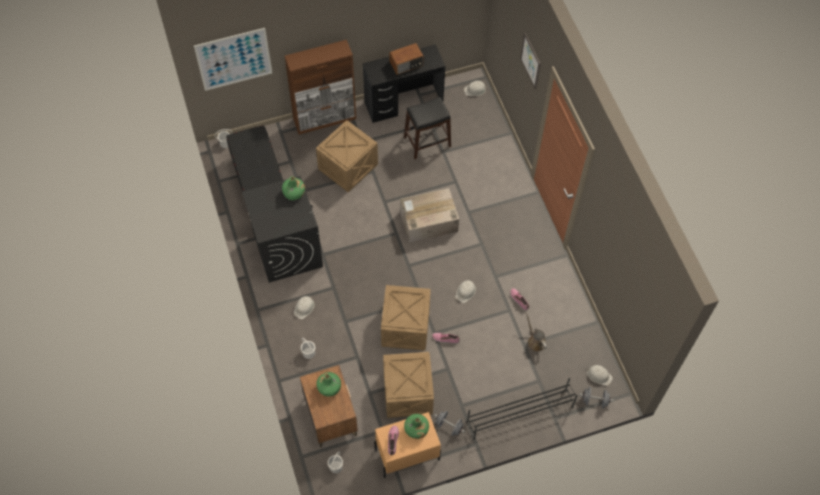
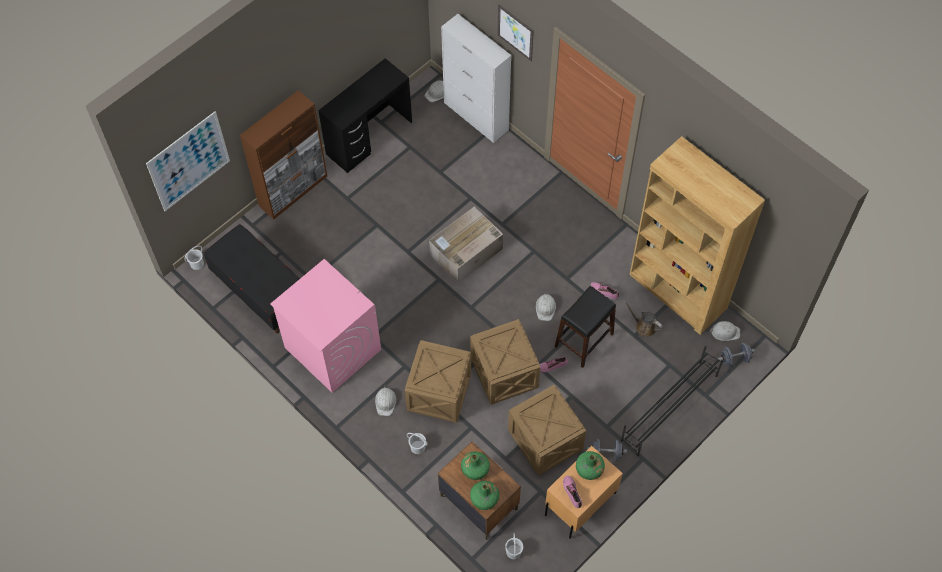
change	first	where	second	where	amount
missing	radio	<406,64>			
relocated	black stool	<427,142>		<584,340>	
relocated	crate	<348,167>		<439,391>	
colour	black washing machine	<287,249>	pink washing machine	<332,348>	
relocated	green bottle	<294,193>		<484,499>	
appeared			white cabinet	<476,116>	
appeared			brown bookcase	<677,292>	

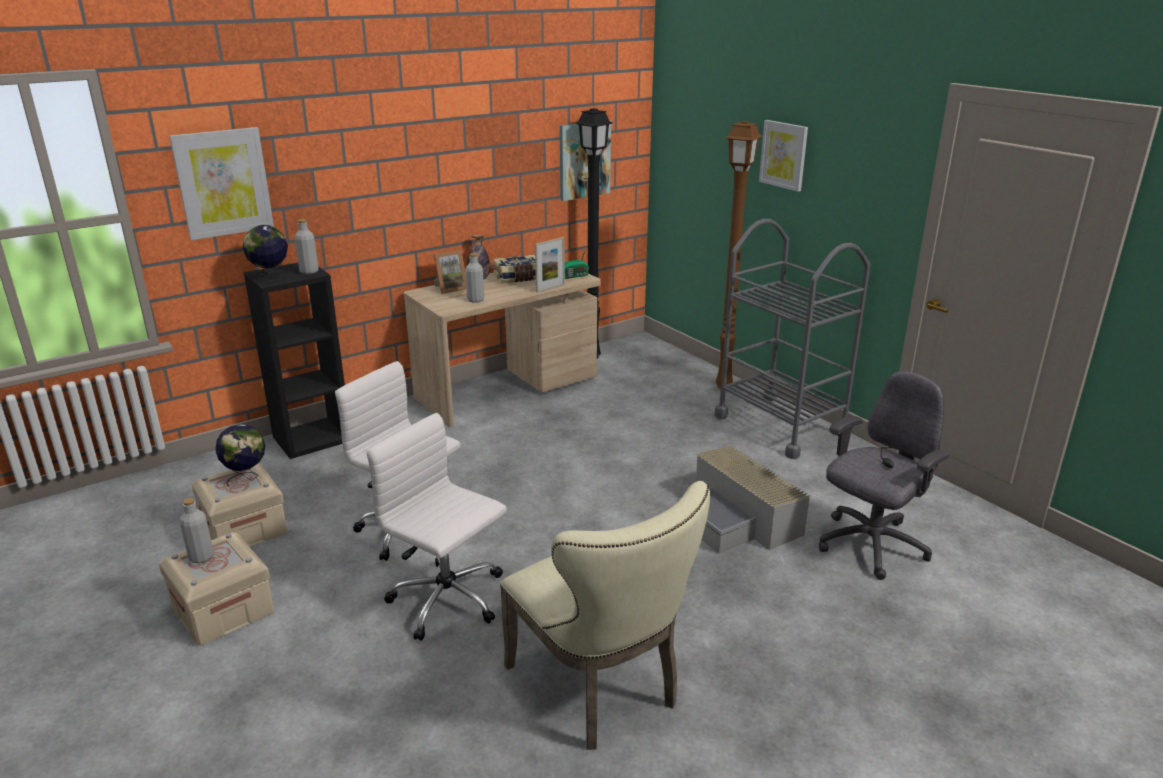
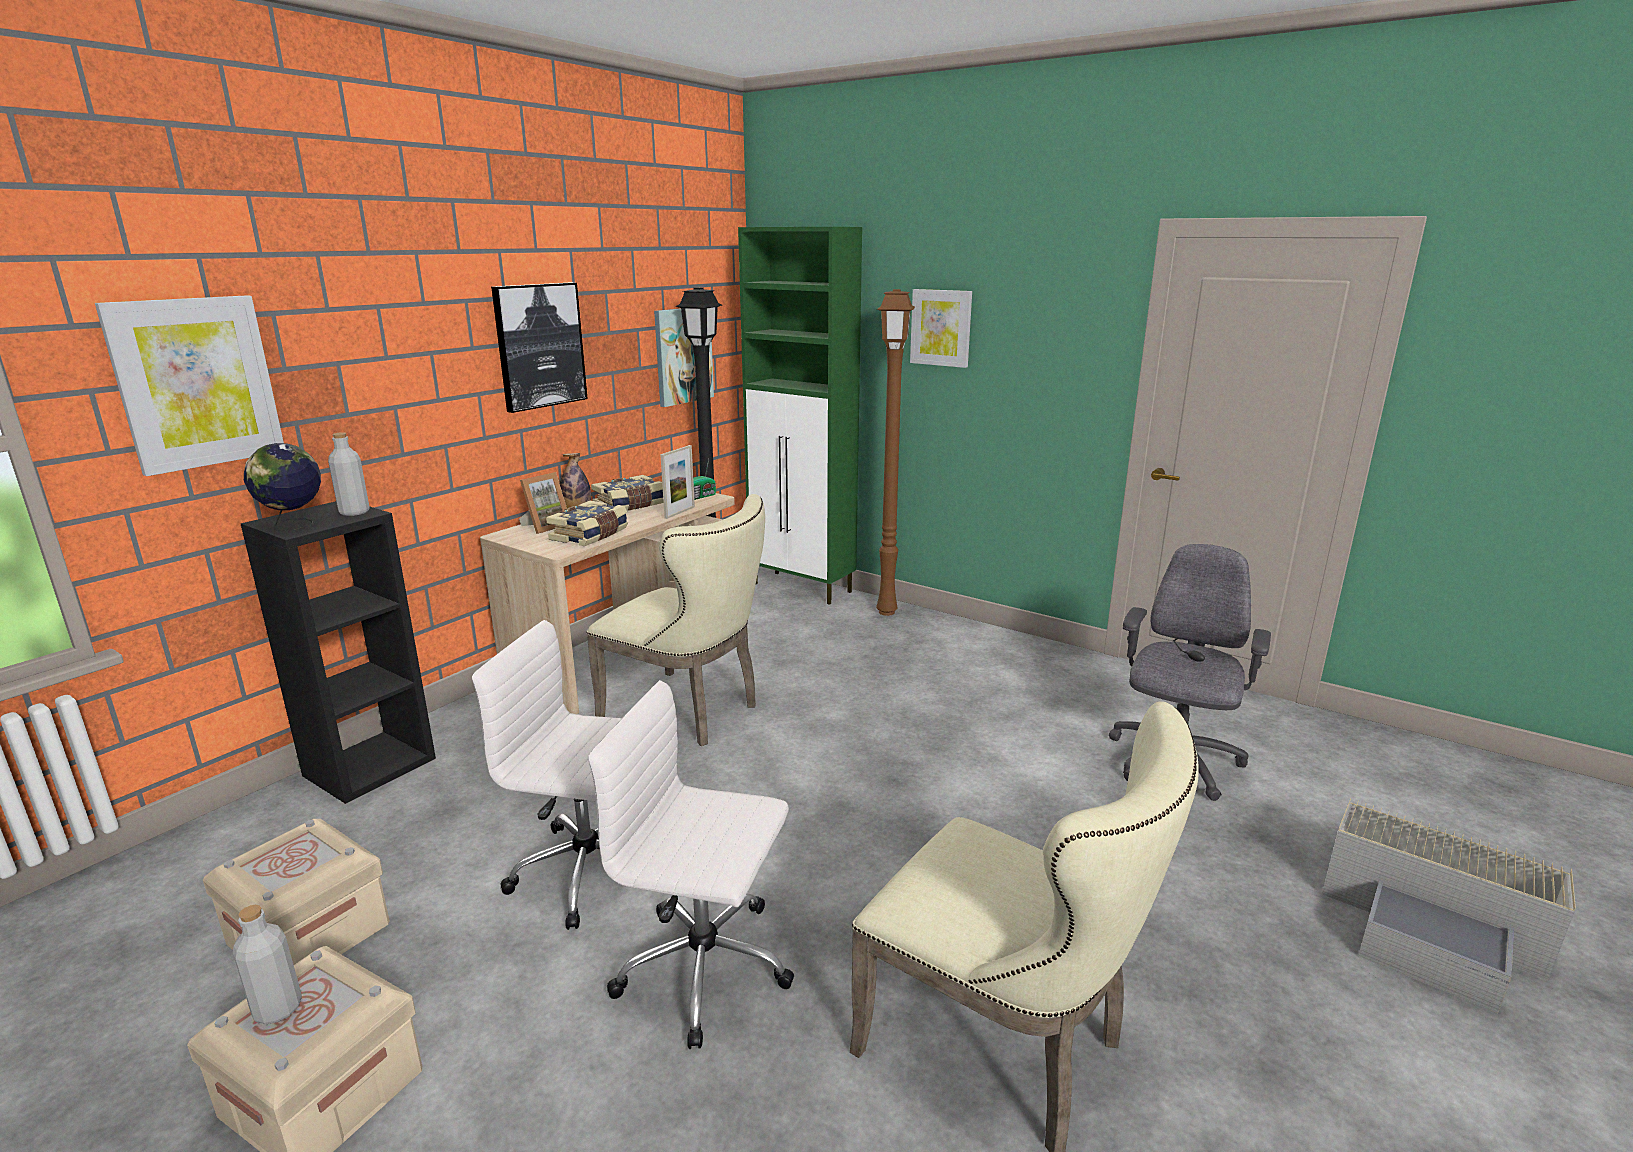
change	first	where	second	where	amount
missing	grey cart	<780,425>			
exchanged	grey bottle	<475,300>	book	<590,535>	
missing	globe	<246,478>			
relocated	grey storage box	<738,520>		<1434,928>	
appeared			green cabinet	<803,588>	
appeared			picture	<539,346>	
appeared			beige chair	<689,711>	

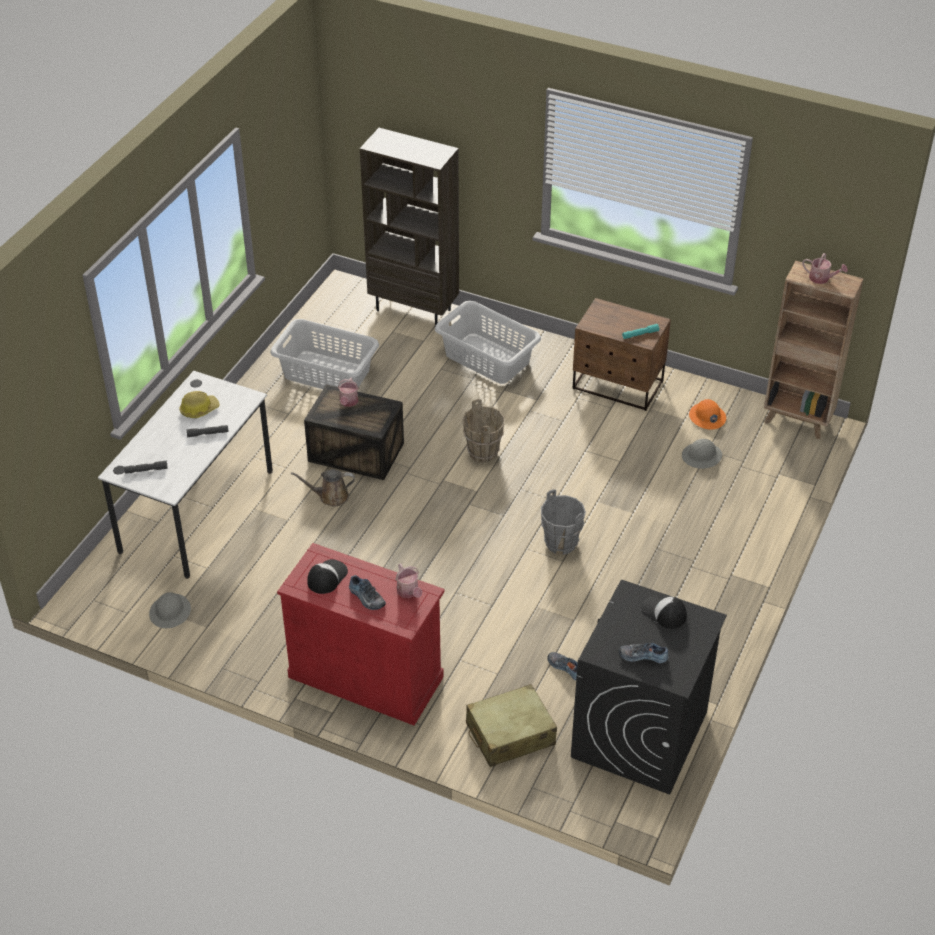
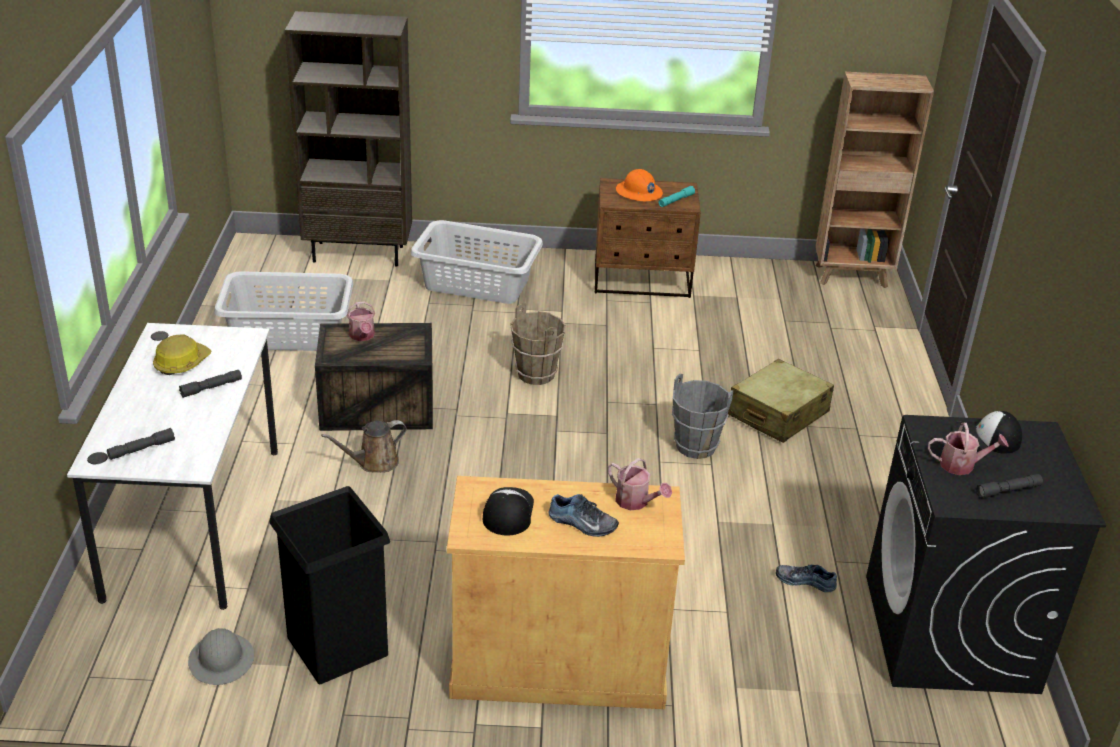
change	first	where	second	where	amount
relocated	watering can	<822,279>		<962,465>	
relocated	orange hard hat	<707,417>		<639,192>	
missing	grey hard hat	<702,456>			
colour	red cabinet	<366,676>	beige cabinet	<558,665>	
exchanged	shoe	<643,655>	grey flashlight	<1008,491>	
relocated	beige suitcase	<510,734>		<777,414>	
appeared			black trash can	<337,645>	

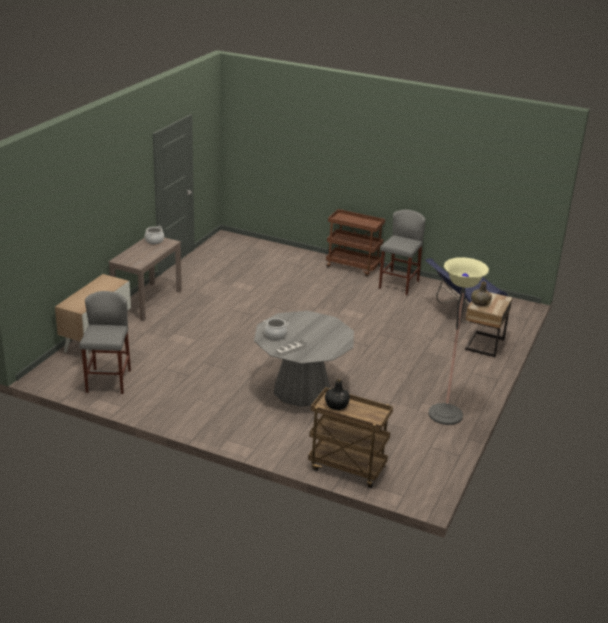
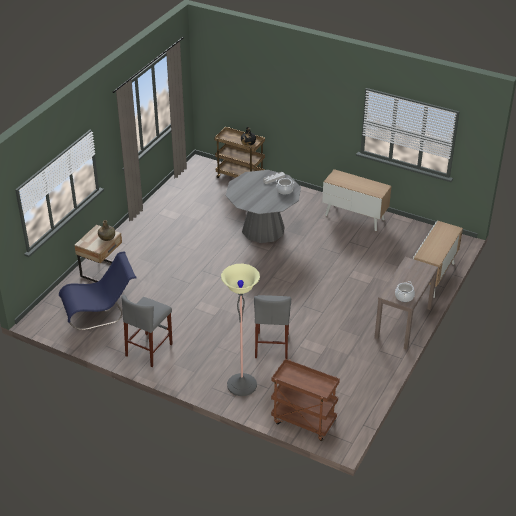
change	first	where	second	where	amount
relocated	brown cart	<353,267>		<303,422>	
relocated	floor lamp	<445,414>		<242,385>	
relocated	grey stool	<108,381>		<272,345>	
appeared			cabinet	<355,217>	

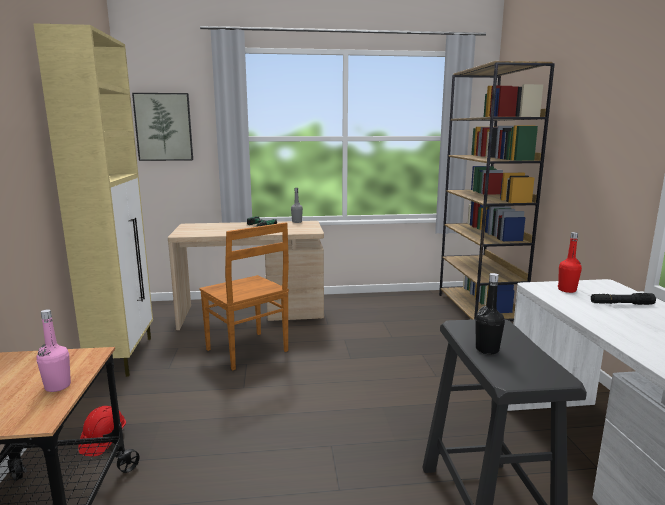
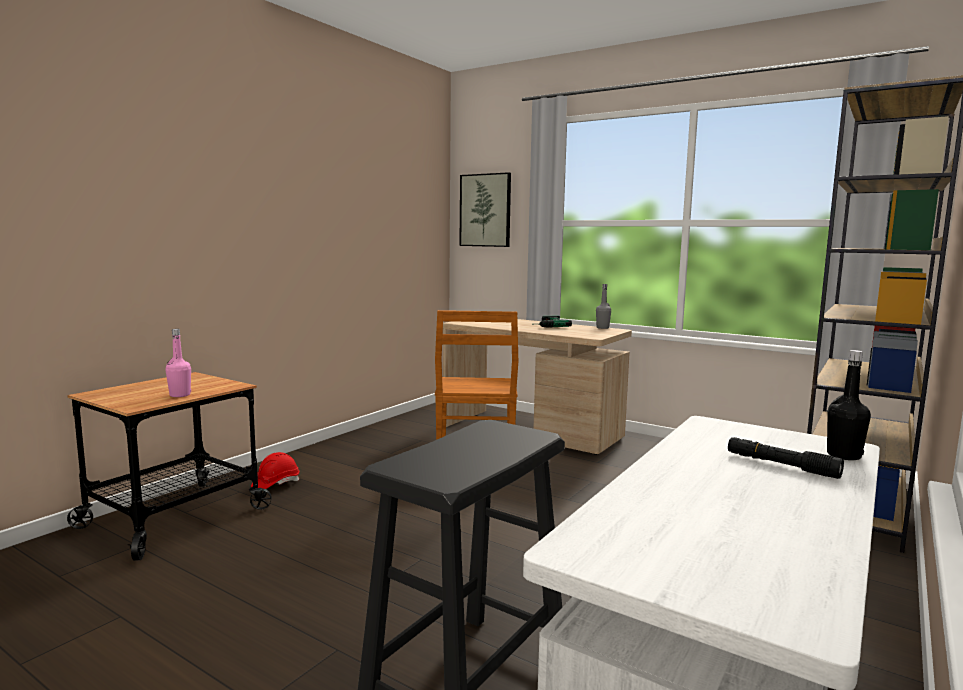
change	first	where	second	where	amount
missing	beige cabinet	<123,356>			
missing	red bottle	<567,290>			
relocated	black bottle	<487,350>		<843,455>	

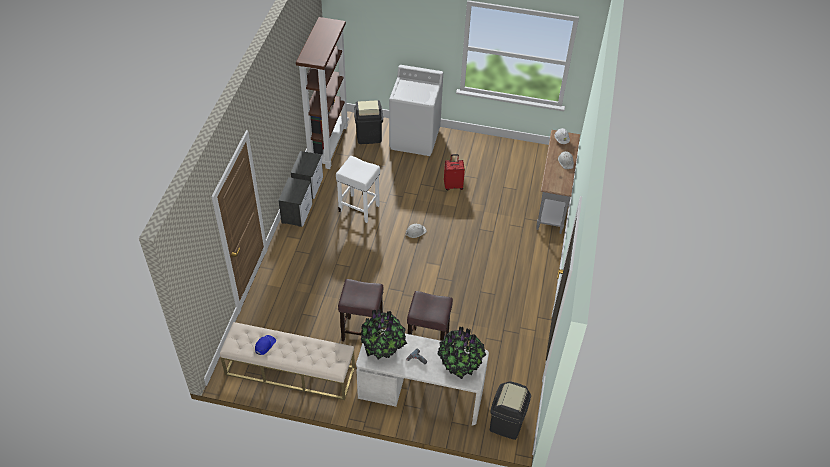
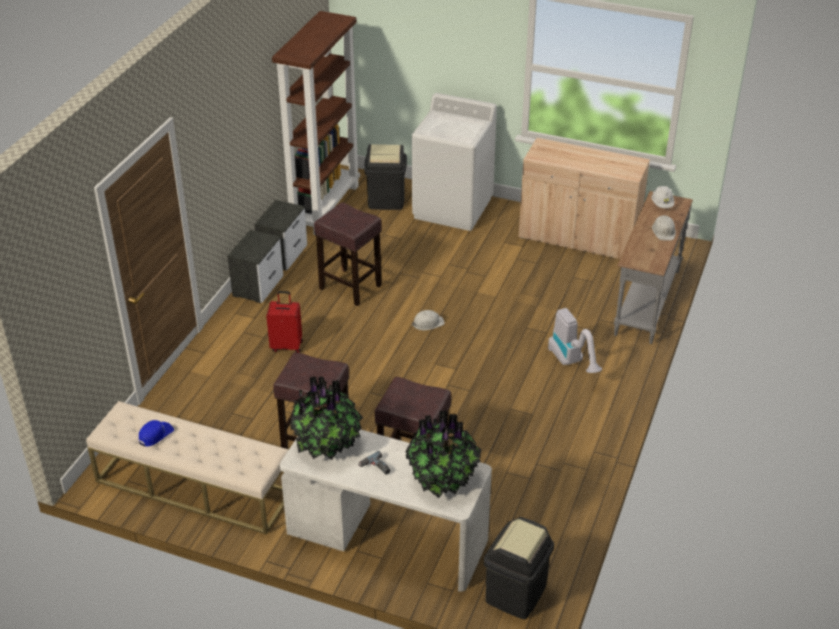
change	first	where	second	where	amount
relocated	red suitcase	<453,185>		<287,346>	
colour	white stool	<359,208>	brown stool	<351,287>	
appeared			beige cabinet	<578,238>	
appeared			vacuum cleaner	<572,362>	

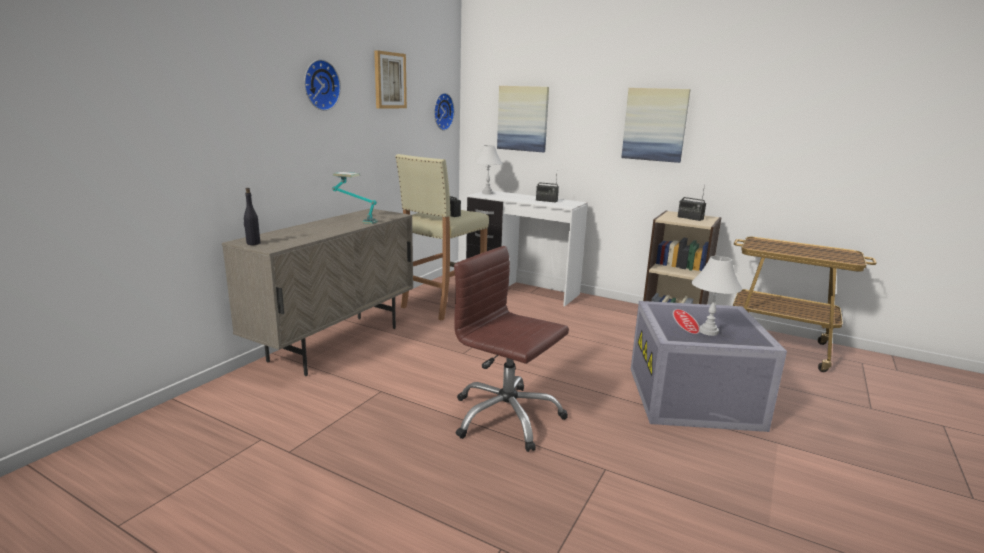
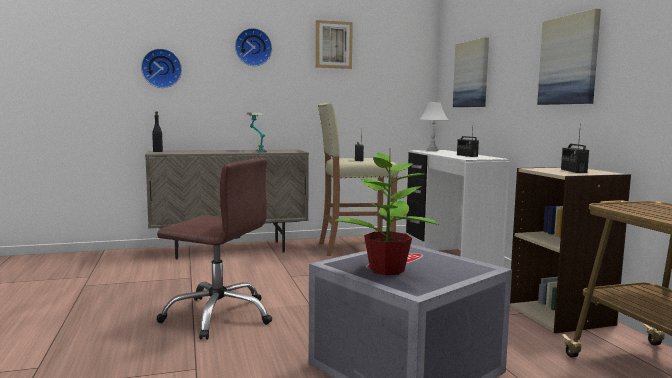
change	first	where	second	where	amount
relocated	wall clock	<441,111>		<161,68>	
spun	brown office chair	<506,417>		<219,315>	120 degrees clockwise
exchanged	white table lamp	<709,332>	potted plant	<386,270>	

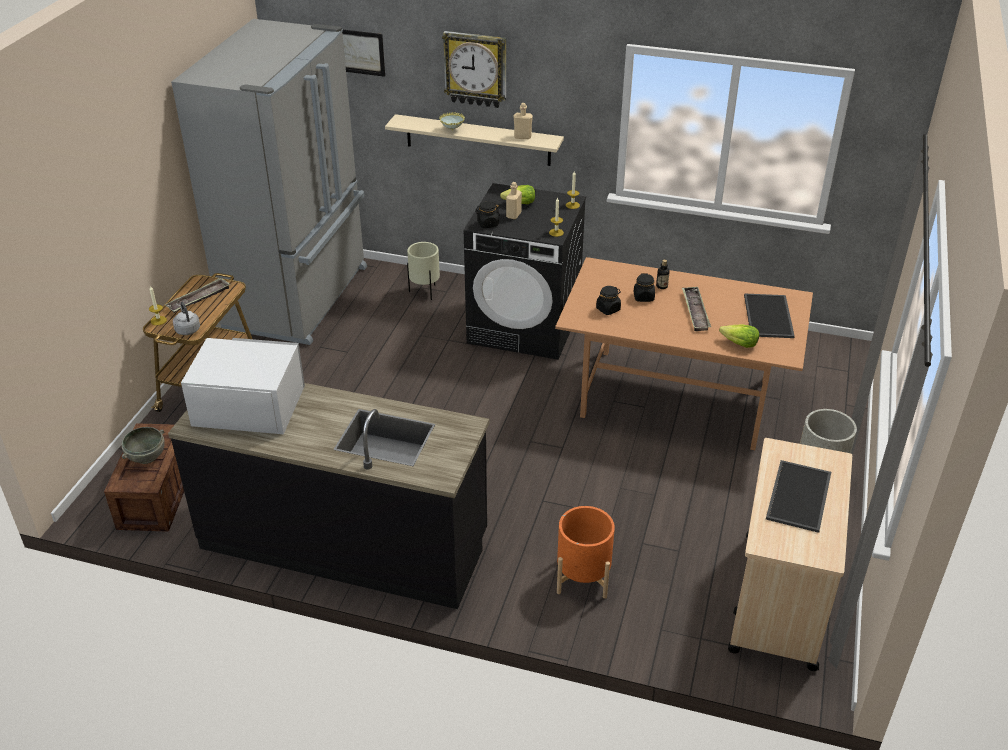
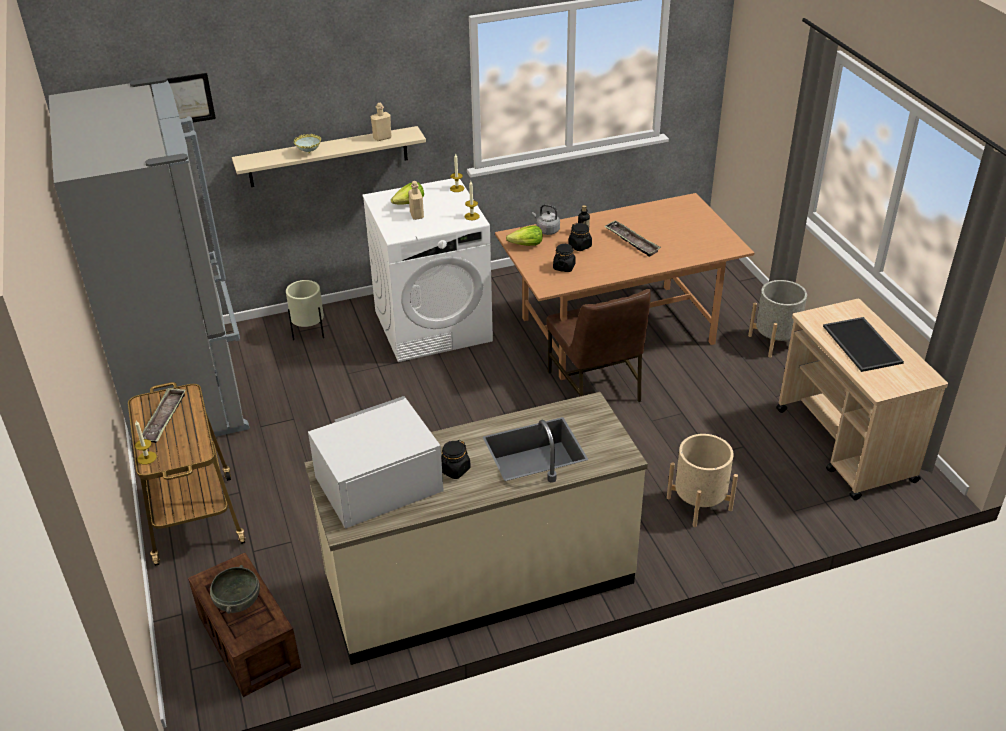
change	first	where	second	where	amount
missing	wall clock	<476,69>			
colour	black washing machine	<525,326>	white washing machine	<433,325>	
relocated	black jar	<487,224>		<454,470>	
missing	tray	<769,316>			
relocated	grey kettle	<187,329>		<546,230>	
relocated	lettuce	<739,344>		<526,245>	
colour	black counter	<345,542>	beige counter	<480,583>	
colour	orange planter	<583,577>	beige planter	<699,503>	
appeared			brown chair	<595,387>	

